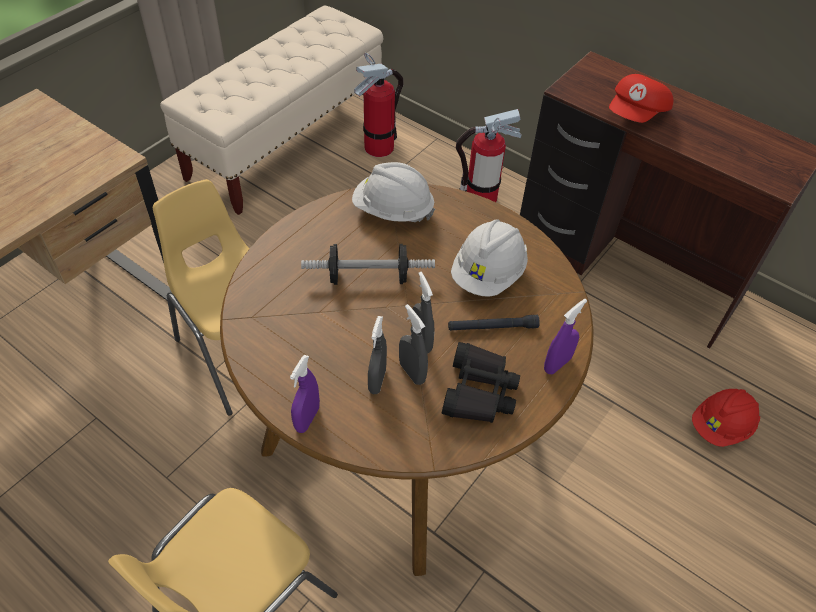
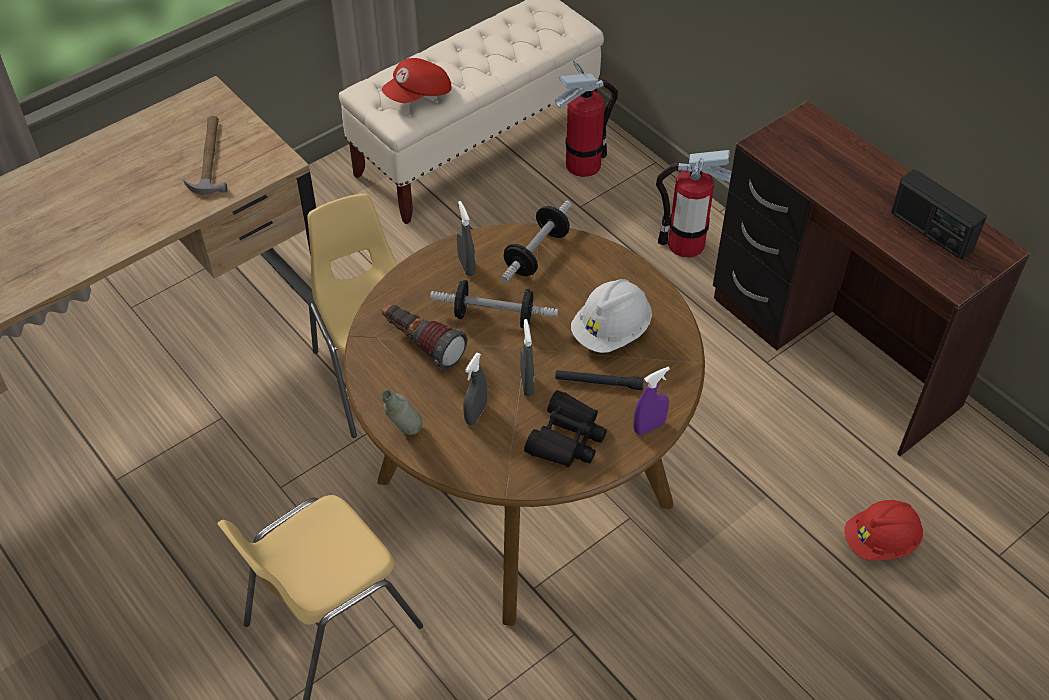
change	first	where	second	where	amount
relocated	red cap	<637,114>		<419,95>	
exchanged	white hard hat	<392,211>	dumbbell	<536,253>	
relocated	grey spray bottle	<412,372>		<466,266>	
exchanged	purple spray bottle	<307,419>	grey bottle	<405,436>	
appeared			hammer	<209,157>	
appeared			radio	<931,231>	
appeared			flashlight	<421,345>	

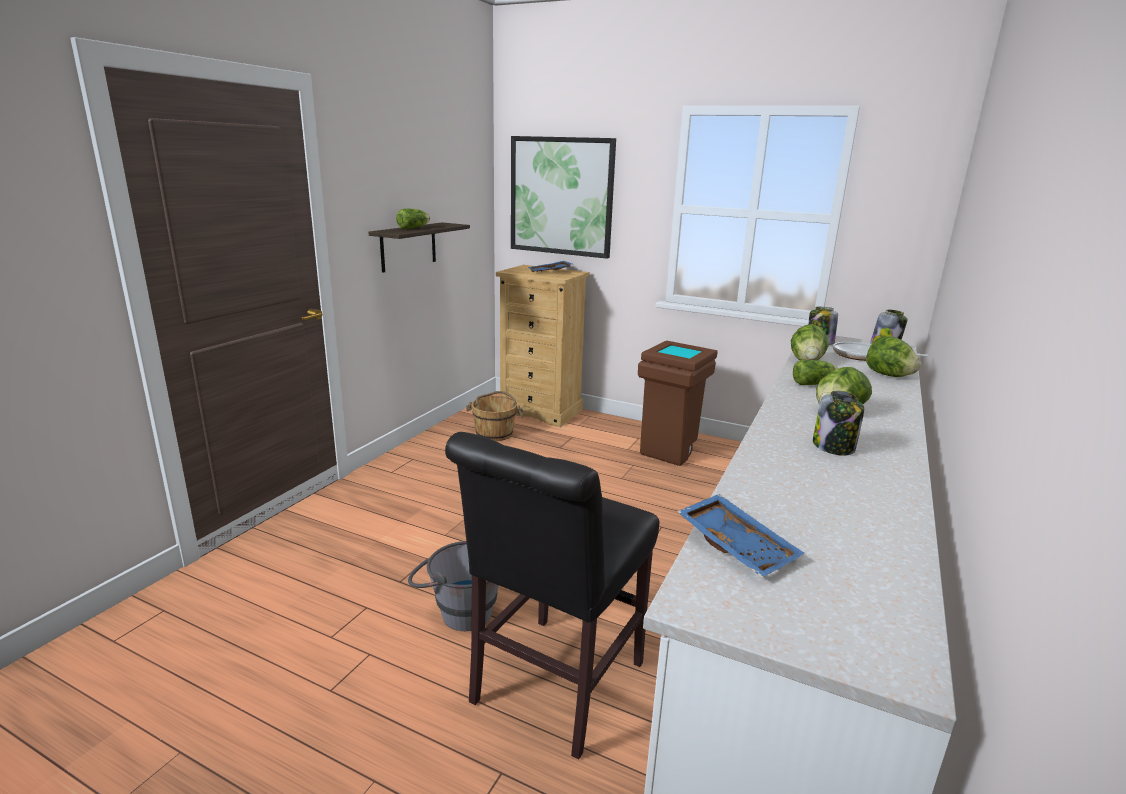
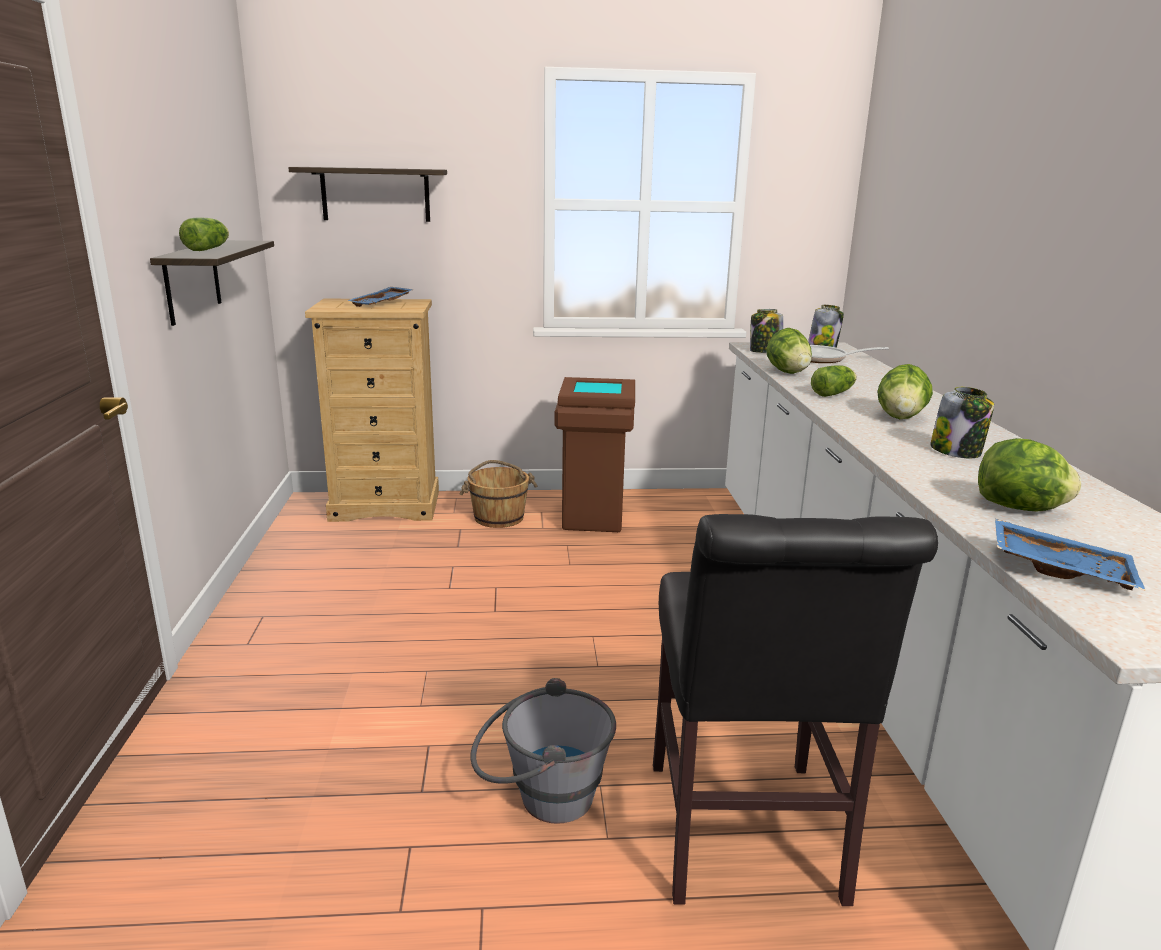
change	first	where	second	where	amount
exchanged	picture	<561,196>	shelf	<375,194>	
relocated	lettuce	<888,375>		<1020,508>	
relocated	brown bucket	<494,433>		<498,517>	

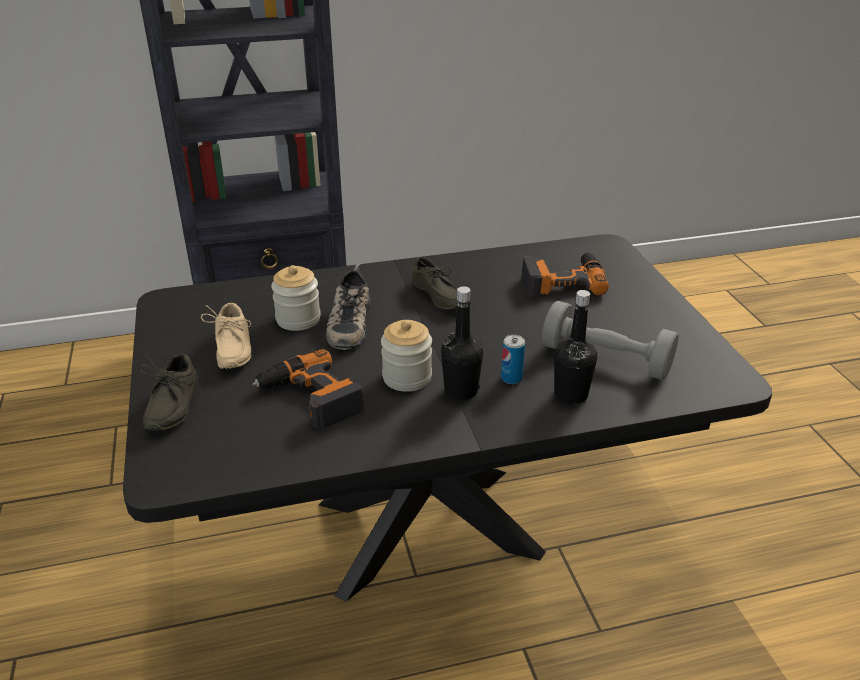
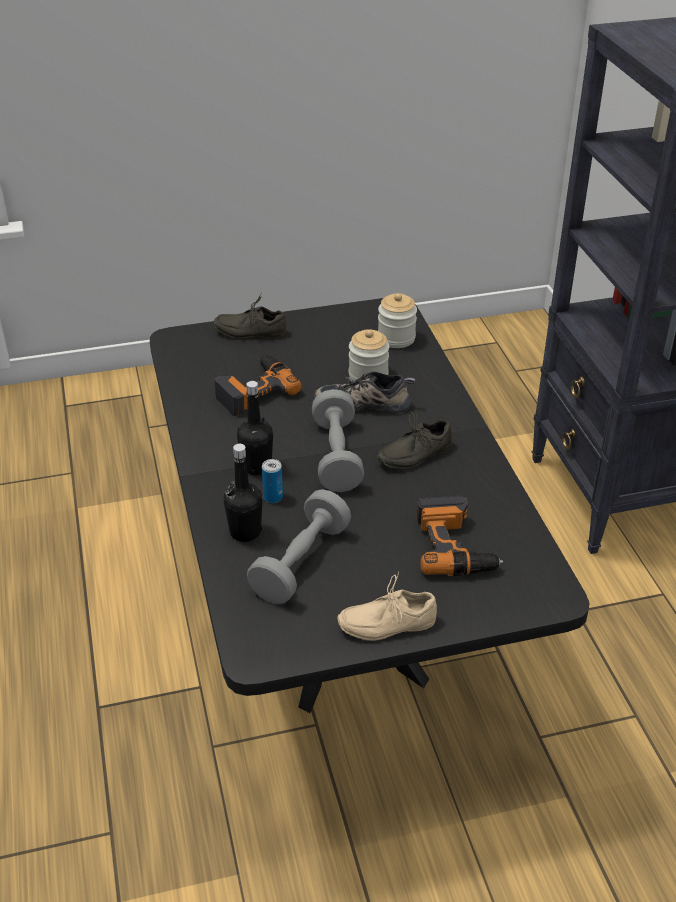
change	first	where	second	where	amount
relocated	beige shoe	<230,350>		<386,622>	
relocated	jar	<407,377>		<396,338>	
appeared			grey dumbbell	<336,456>	

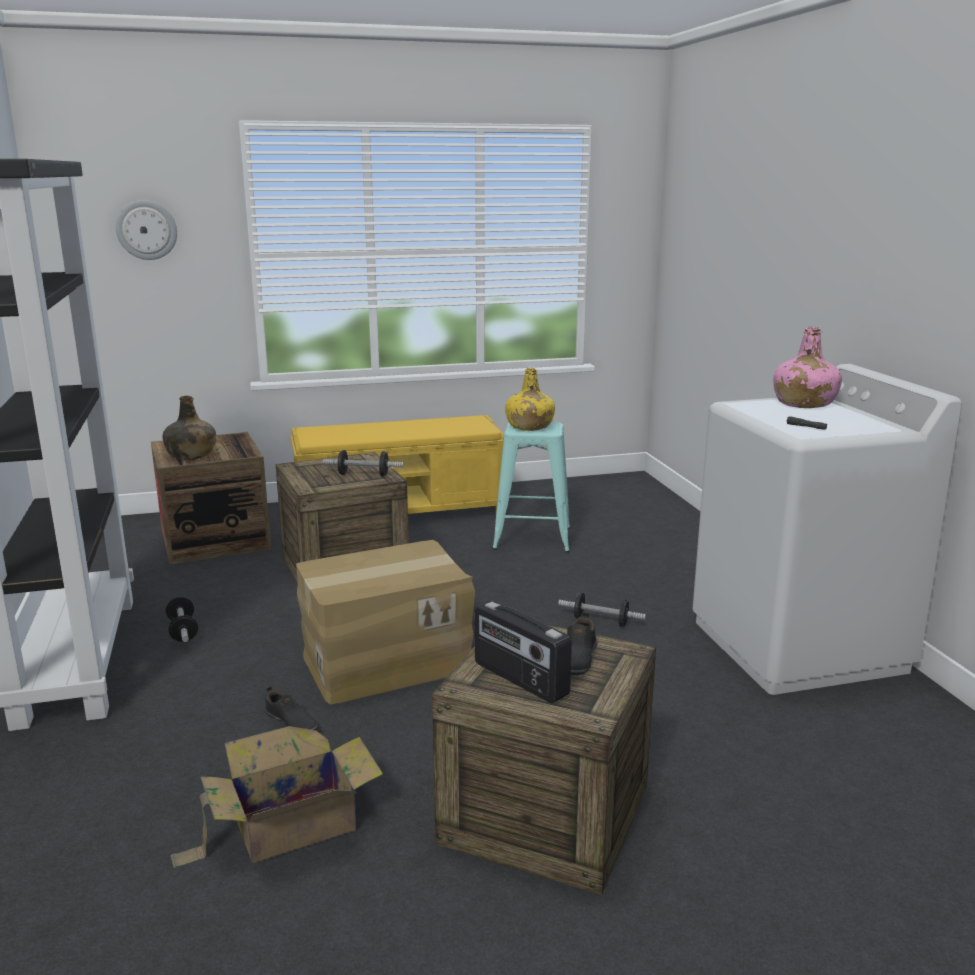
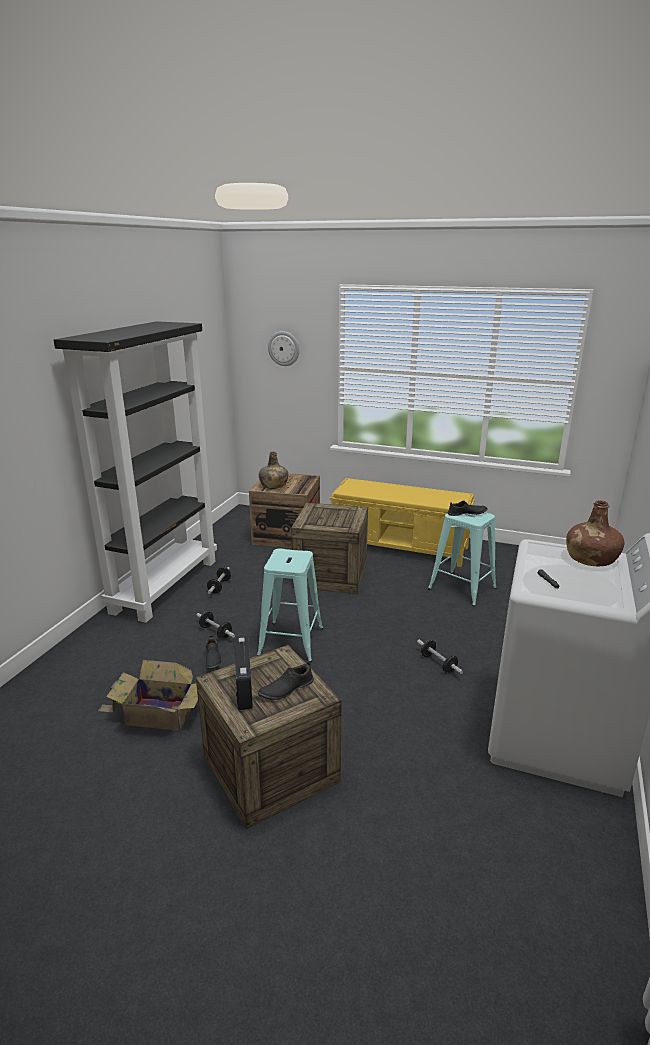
change	first	where	second	where	amount
colour	pink bottle	<803,404>	brown bottle	<590,558>	
exchanged	yellow bottle	<529,426>	black shoe	<467,513>	
relocated	dumbbell	<363,475>		<216,632>	
exchanged	cardboard box	<386,661>	turquoise stool	<291,641>	

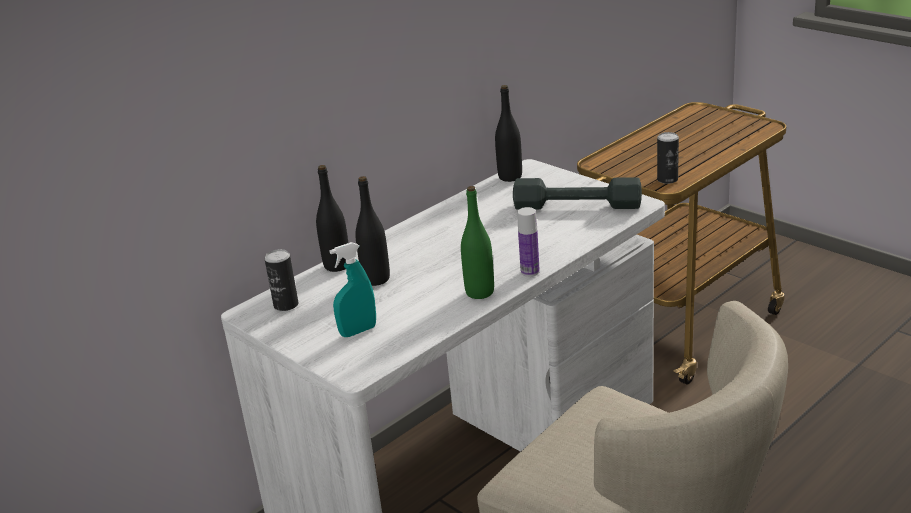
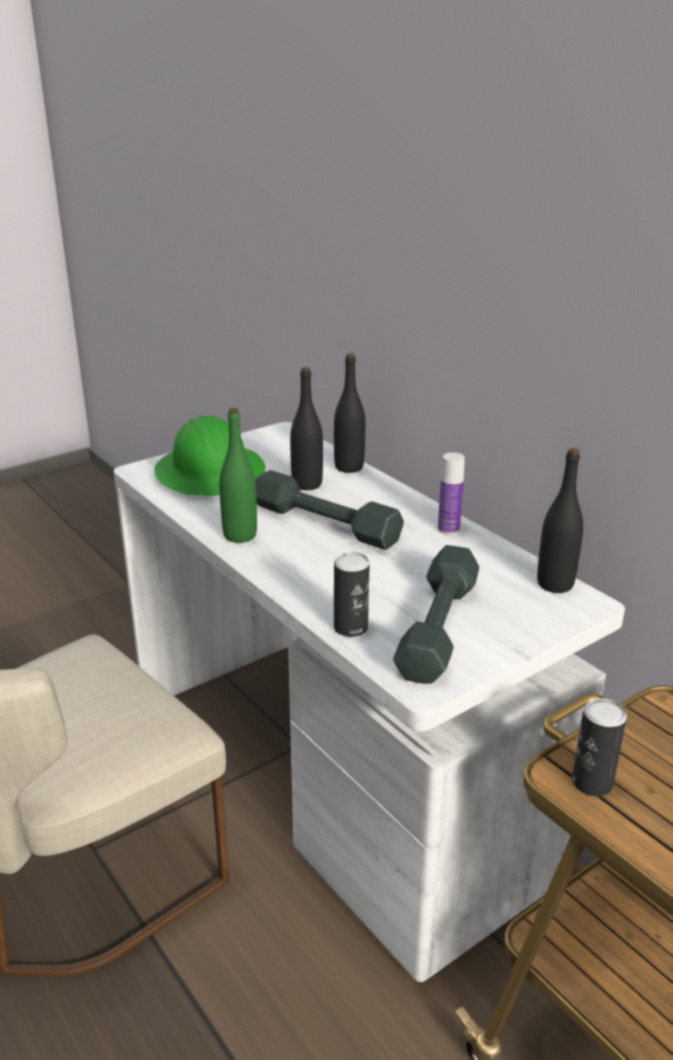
change	first	where	second	where	amount
relocated	bottle	<530,272>		<448,529>	
exchanged	turquoise spray bottle	<358,331>	green hard hat	<211,473>	
relocated	can	<286,305>		<350,627>	
appeared			grey dumbbell	<325,523>	

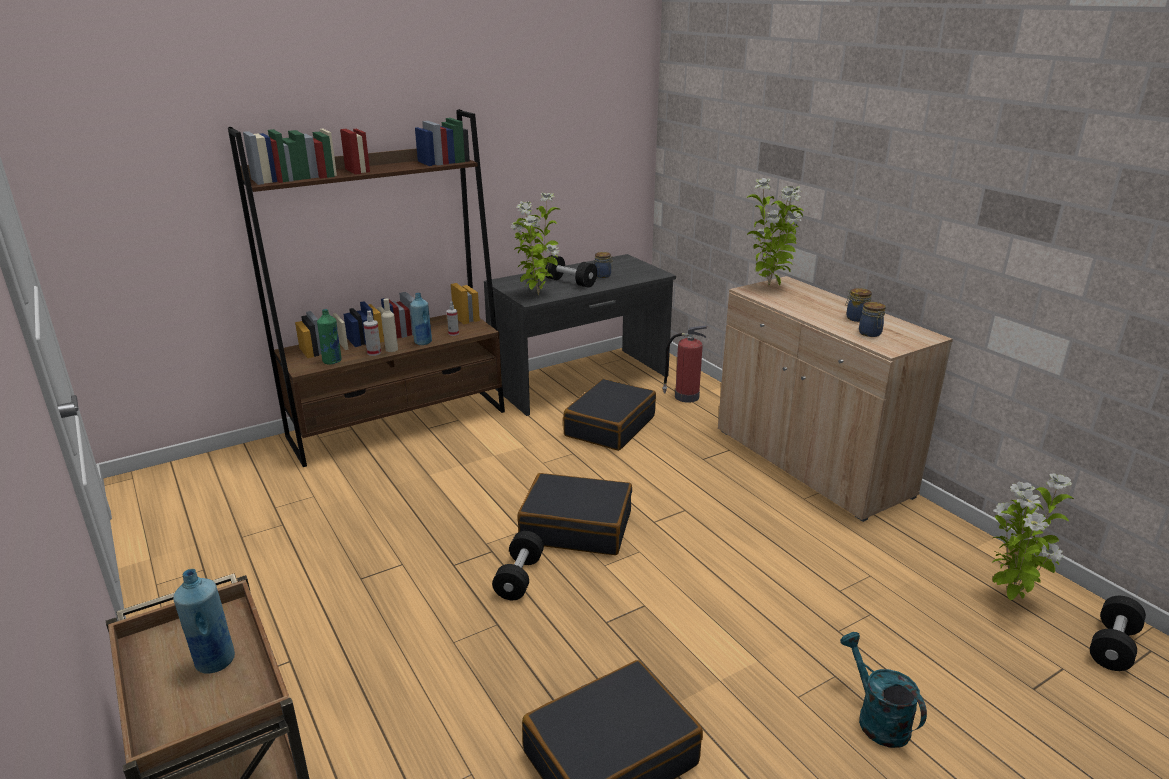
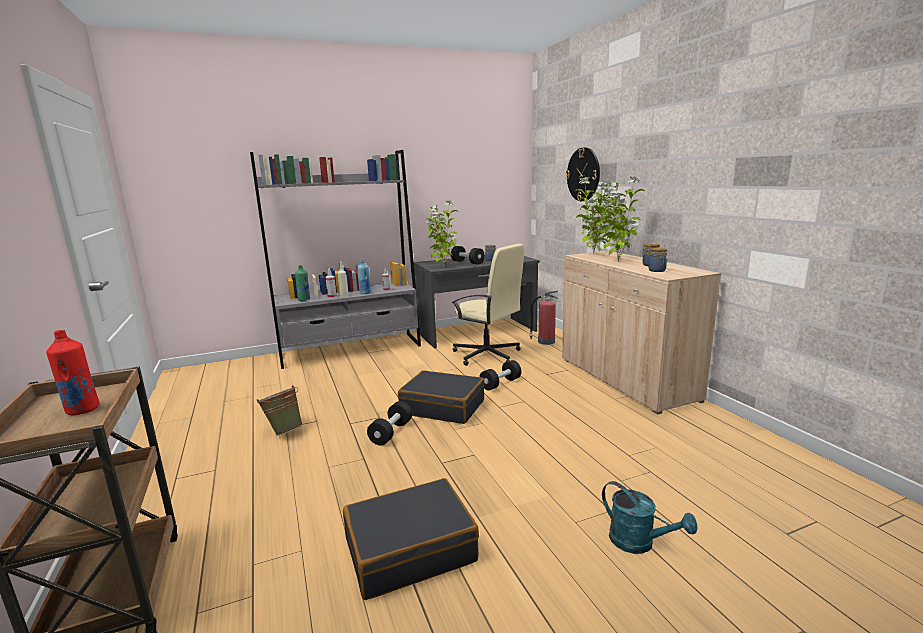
change	first	where	second	where	amount
colour	brown bookcase	<399,424>	grey bookcase	<351,350>	
exchanged	black suitcase	<609,426>	beige office chair	<487,355>	
relocated	potted plant	<1010,598>		<617,261>	
colour	blue bottle	<214,661>	red bottle	<82,410>	
relocated	black dumbbell	<1112,646>		<500,384>	
spun	turquoise watering can	<876,718>		<639,543>	150 degrees clockwise
appeared			wall clock	<583,174>	
appeared			green bucket	<284,431>	

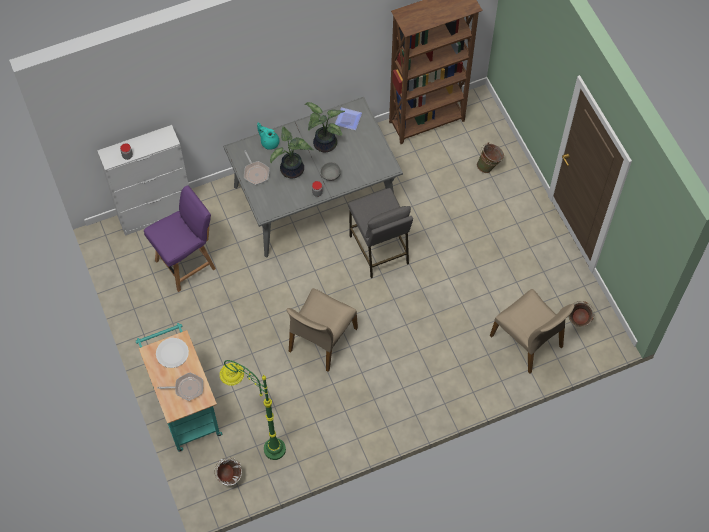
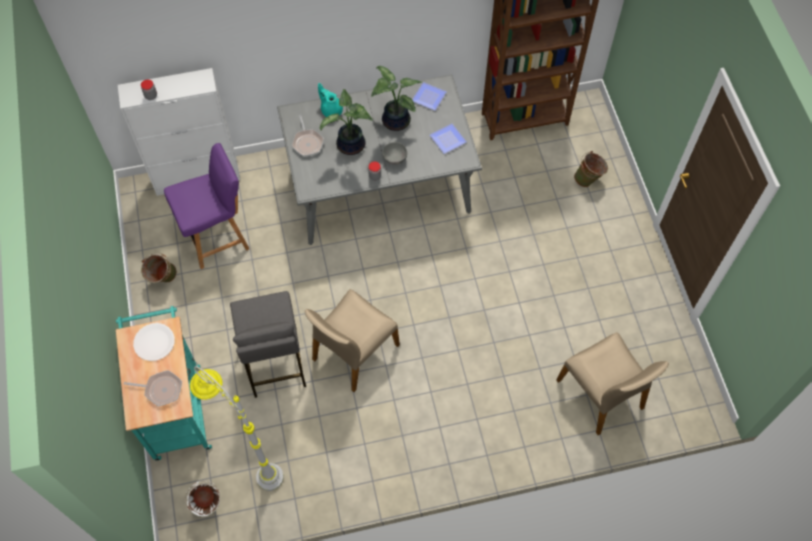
change	first	where	second	where	amount
relocated	grey stool	<379,250>		<274,362>	
relocated	green bucket	<577,323>		<162,280>	
colour	green floor lamp	<258,440>	grey floor lamp	<253,462>	
appeared			plate	<447,140>	

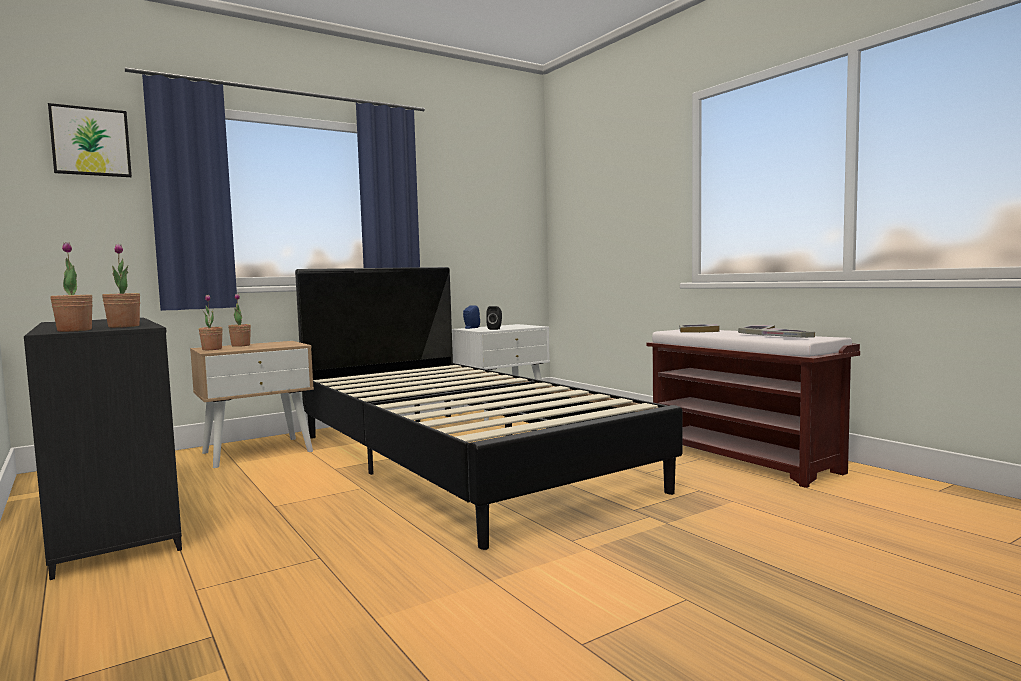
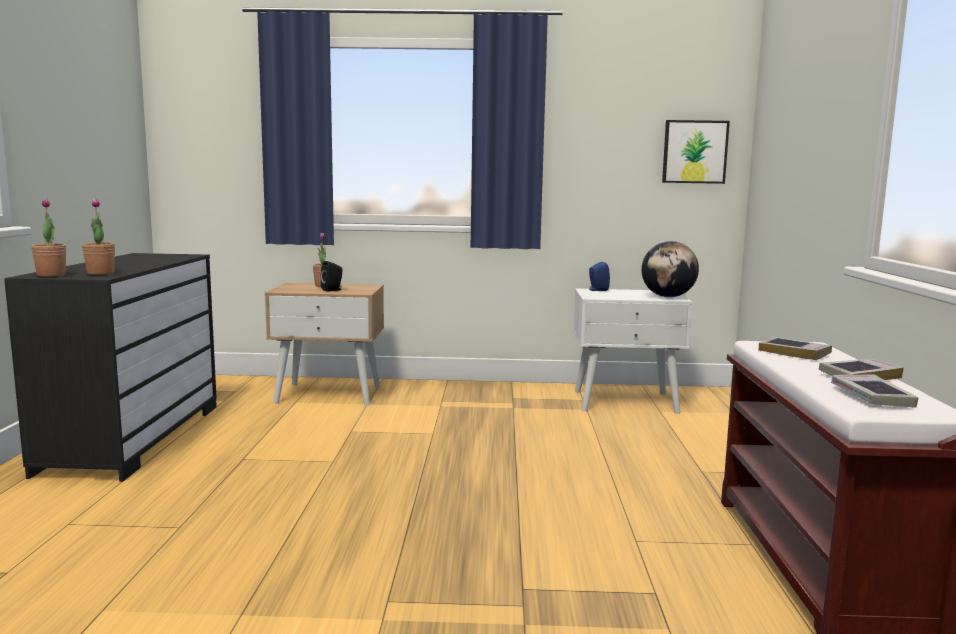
change	first	where	second	where	amount
relocated	picture	<91,142>		<694,152>	
missing	black bed	<459,459>			
missing	potted plant	<212,349>			
relocated	black speaker	<495,329>		<333,290>	
appeared			globe	<668,297>	

